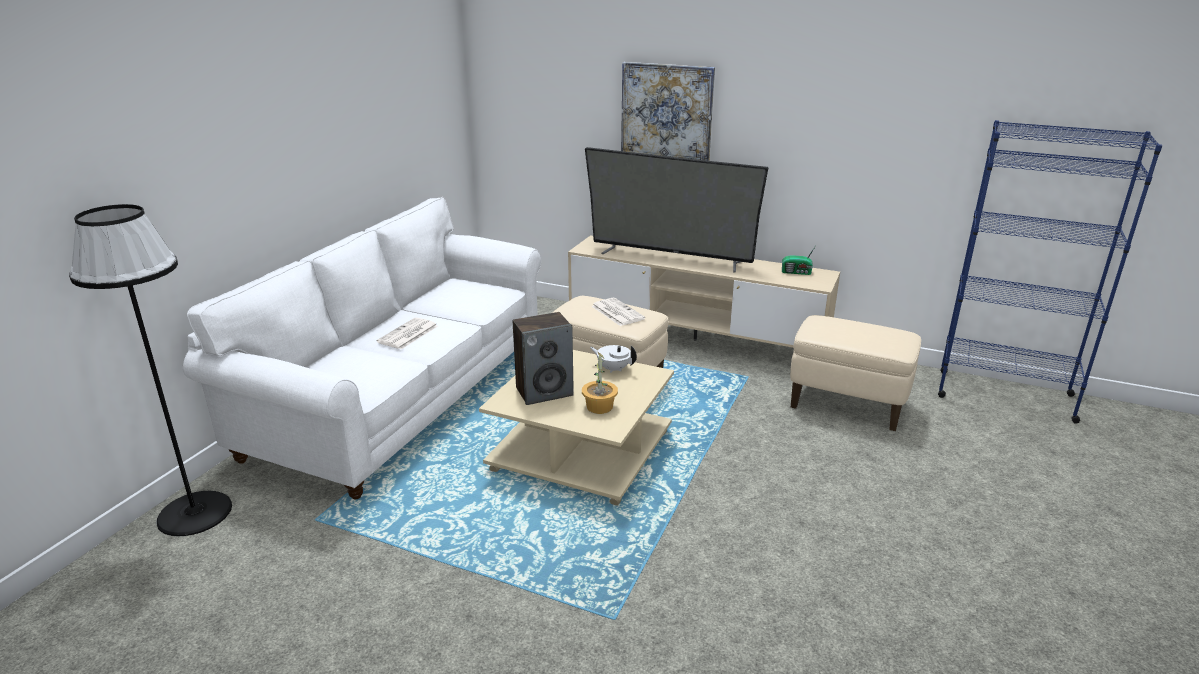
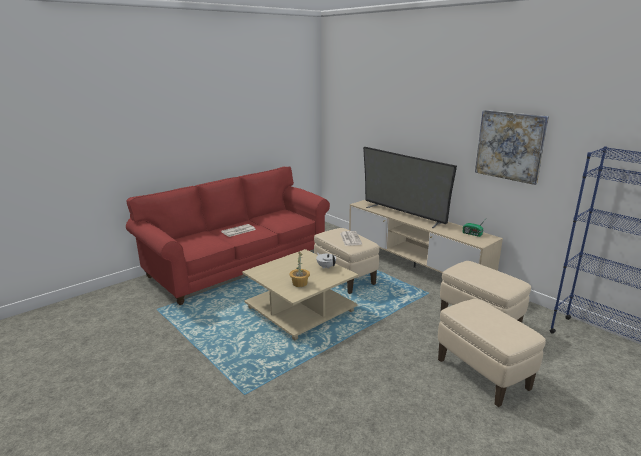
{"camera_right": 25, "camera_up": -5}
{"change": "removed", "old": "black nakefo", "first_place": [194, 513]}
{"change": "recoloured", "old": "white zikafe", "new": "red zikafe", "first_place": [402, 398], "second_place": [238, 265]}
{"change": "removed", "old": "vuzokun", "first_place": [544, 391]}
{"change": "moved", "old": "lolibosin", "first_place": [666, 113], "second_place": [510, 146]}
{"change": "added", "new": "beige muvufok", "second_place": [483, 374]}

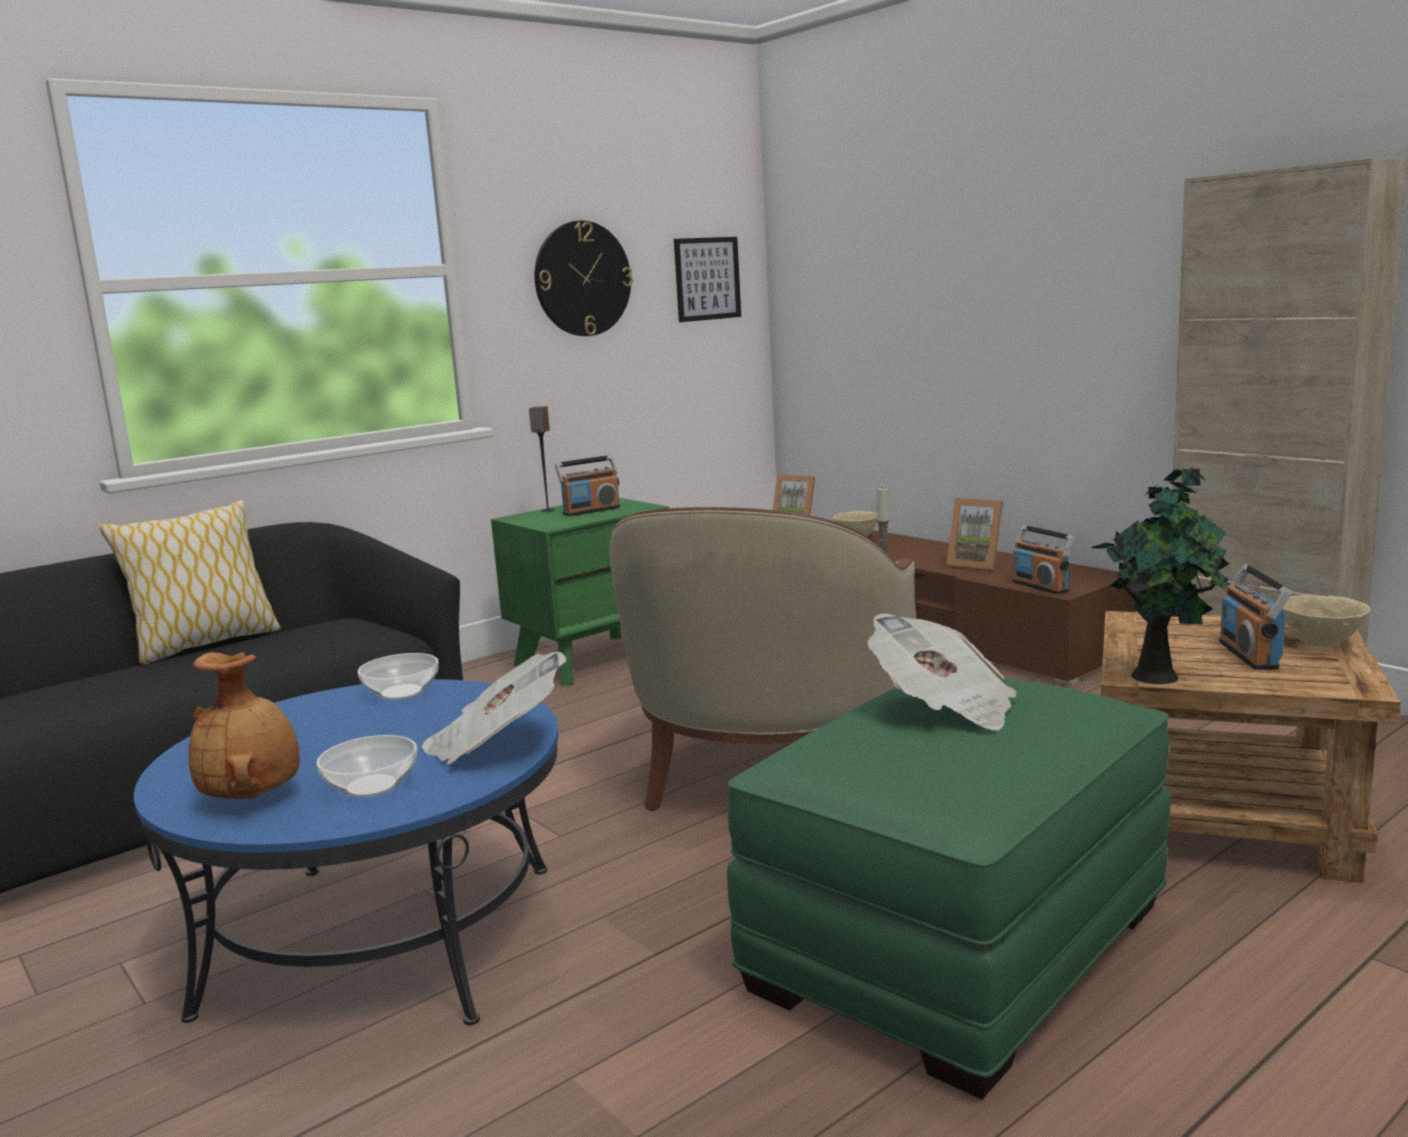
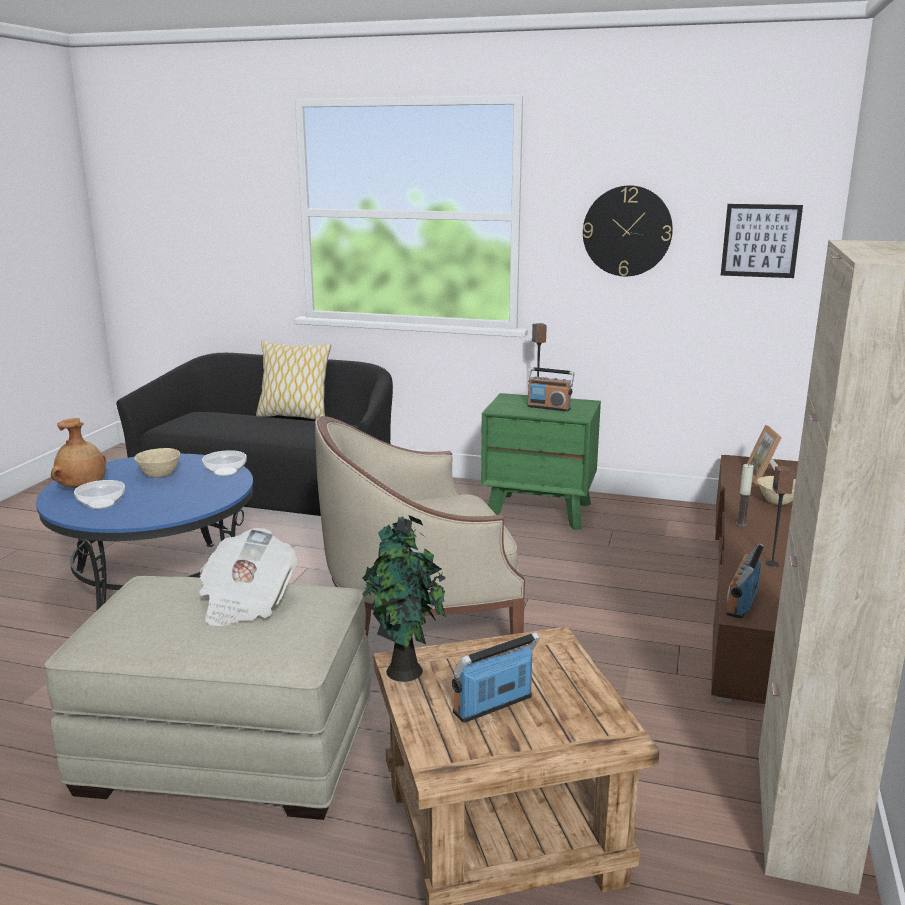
{"camera_right": 55, "camera_up": 5}
{"change": "removed", "old": "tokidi", "first_place": [496, 744]}
{"change": "recoloured", "old": "green muvufok", "new": "beige muvufok", "first_place": [958, 949], "second_place": [227, 750]}
{"change": "replaced", "old": "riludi", "new": "vuzokun", "first_place": [976, 564], "second_place": [772, 564]}
{"change": "moved", "old": "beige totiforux", "first_place": [1321, 644], "second_place": [159, 476]}

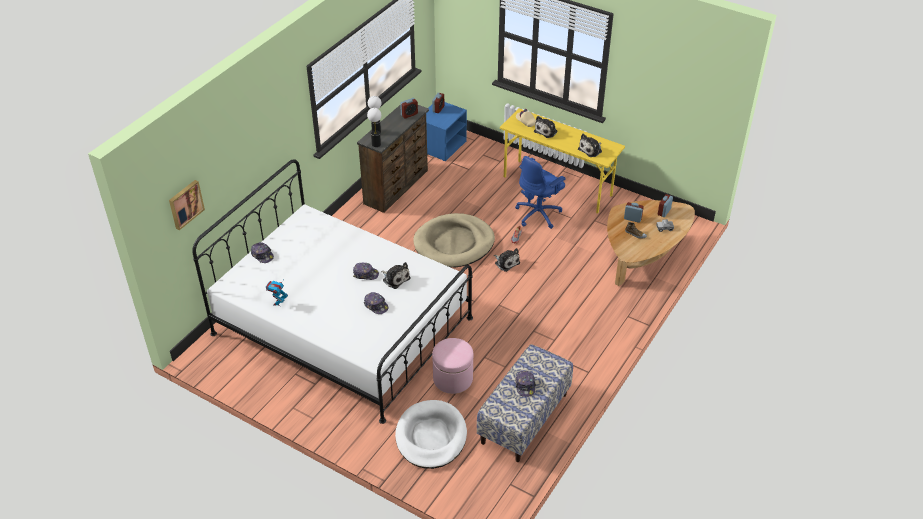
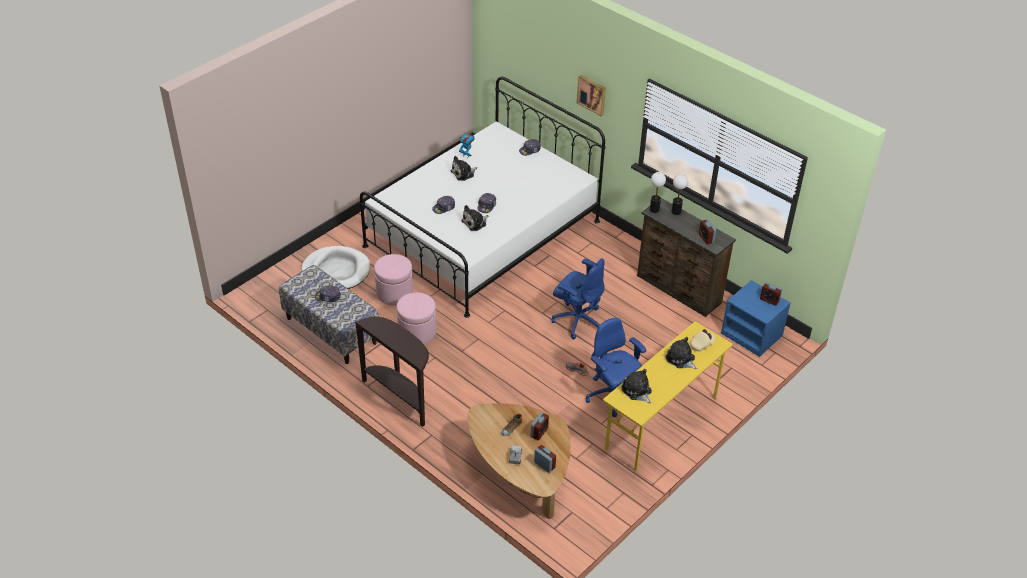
{"camera_right": 100, "camera_up": 0}
{"change": "moved", "old": "lolibosin", "first_place": [185, 204], "second_place": [592, 94]}
{"change": "replaced", "old": "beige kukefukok", "new": "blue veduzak", "first_place": [454, 243], "second_place": [577, 320]}
{"change": "moved", "old": "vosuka", "first_place": [506, 262], "second_place": [463, 173]}
{"change": "added", "new": "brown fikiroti", "second_place": [400, 397]}
{"change": "added", "new": "pink muvufok", "second_place": [417, 332]}

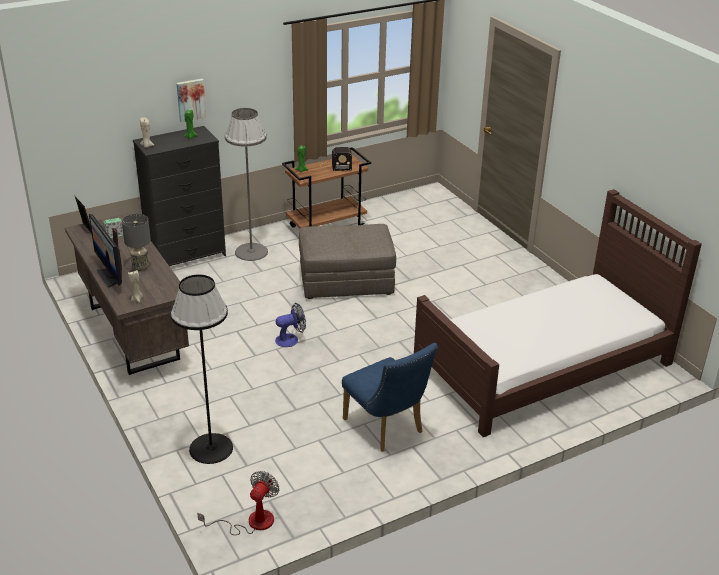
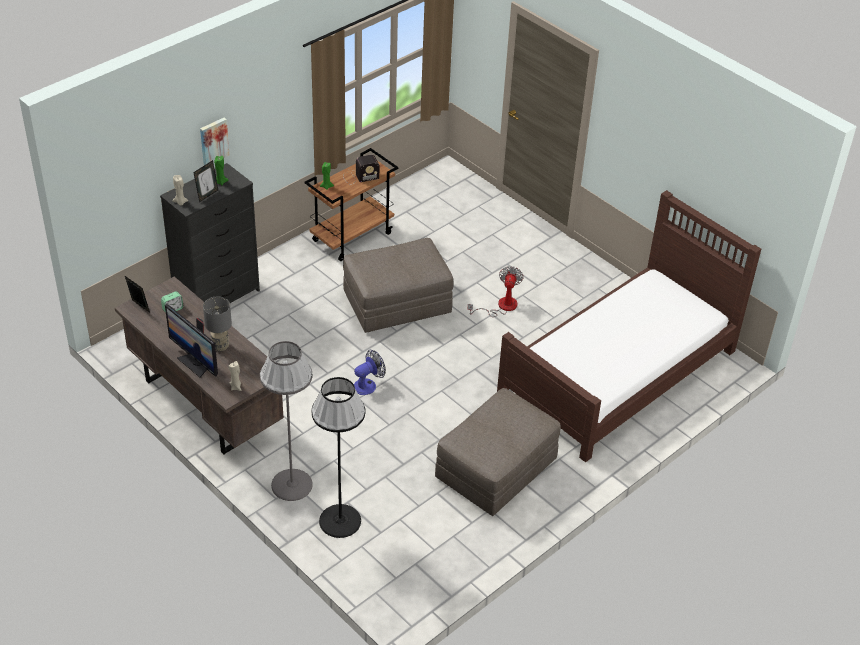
{"camera_right": -15, "camera_up": 10}
{"change": "moved", "old": "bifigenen", "first_place": [251, 522], "second_place": [501, 306]}
{"change": "moved", "old": "grey nakefo", "first_place": [251, 252], "second_place": [291, 485]}
{"change": "replaced", "old": "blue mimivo", "new": "grey muvufok", "first_place": [387, 429], "second_place": [496, 469]}
{"change": "added", "new": "riludi", "second_place": [207, 195]}

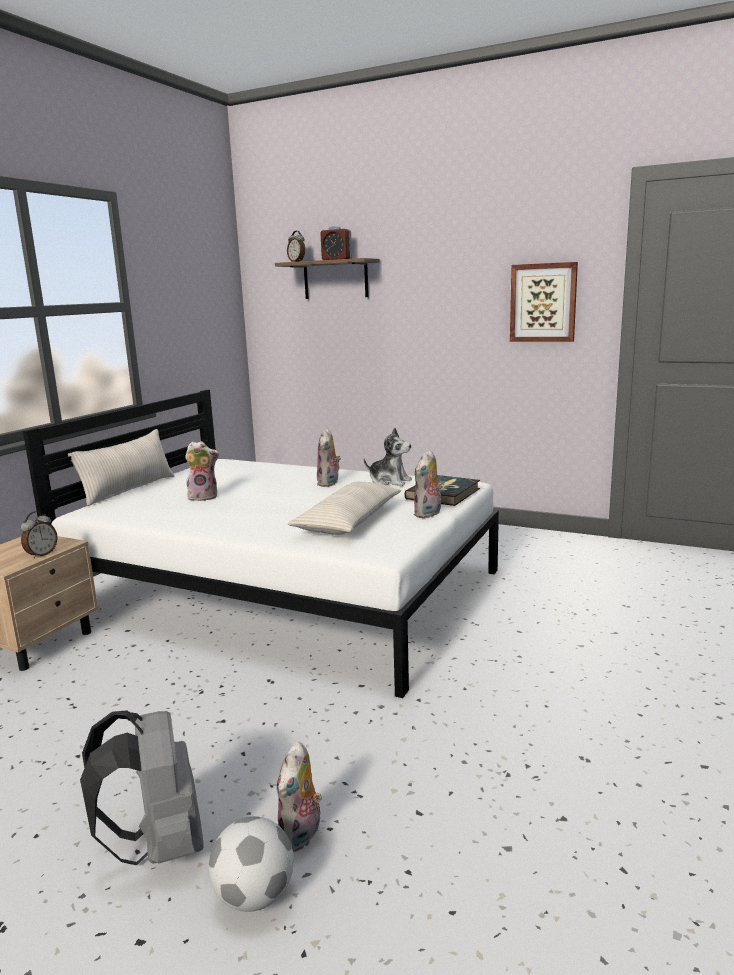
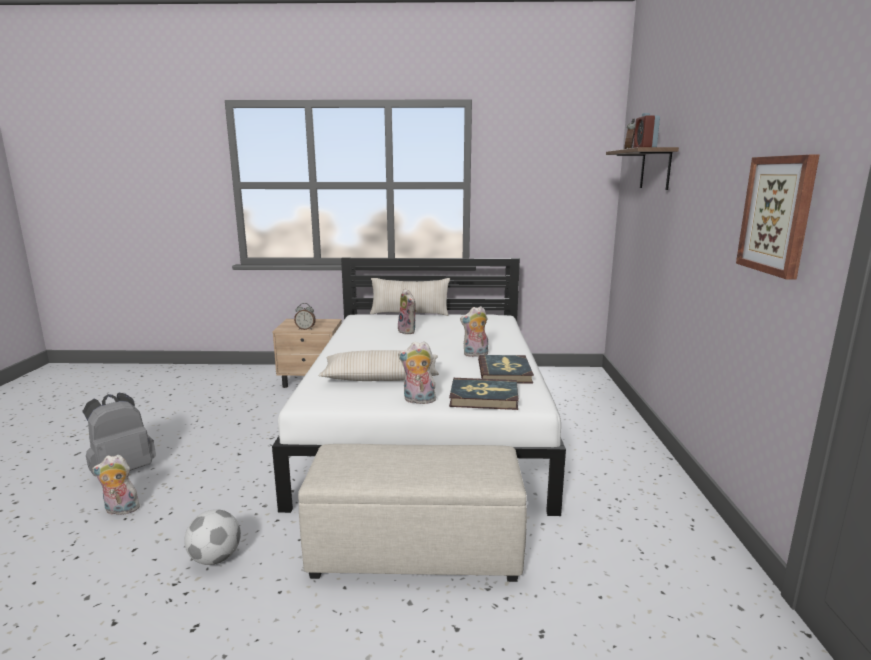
{"camera_right": 65, "camera_up": 0}
{"change": "moved", "old": "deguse", "first_place": [254, 896], "second_place": [215, 558]}
{"change": "replaced", "old": "vosuka", "new": "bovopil", "first_place": [389, 481], "second_place": [505, 372]}
{"change": "added", "new": "beige muvufok", "second_place": [417, 551]}

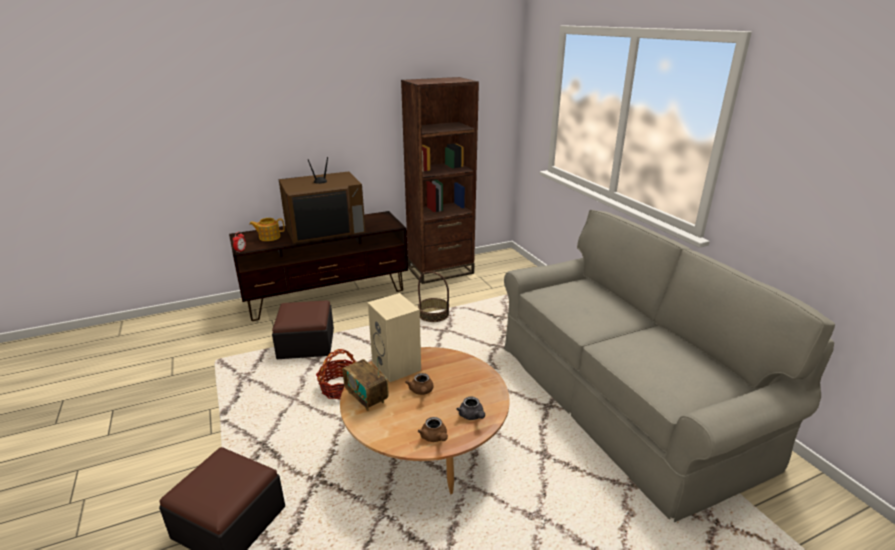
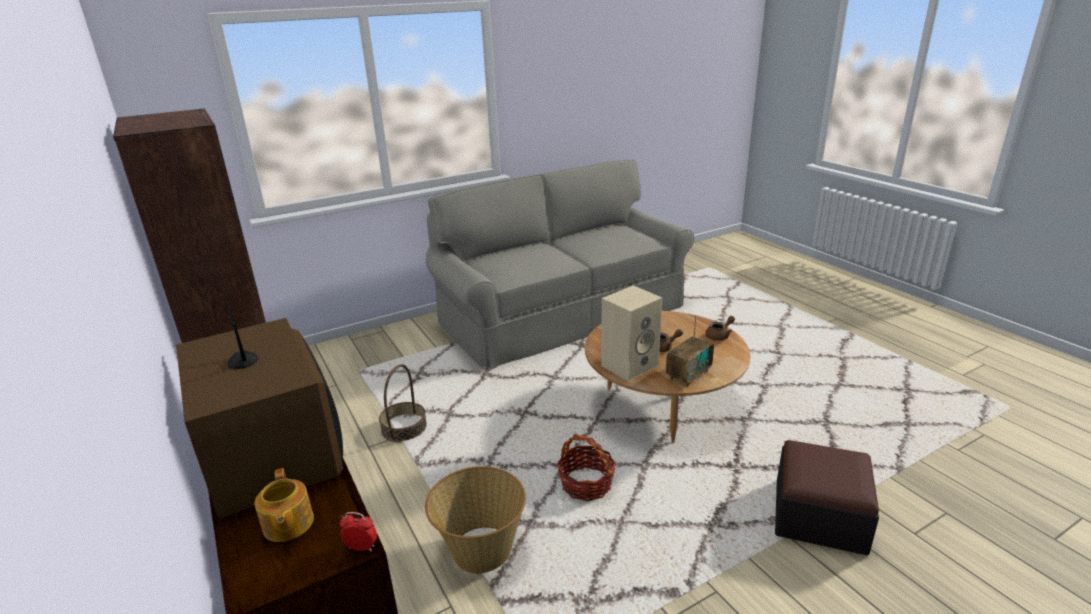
{"camera_right": -95, "camera_up": 0}
{"change": "replaced", "old": "muvufok", "new": "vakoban", "first_place": [306, 343], "second_place": [481, 551]}
{"change": "removed", "old": "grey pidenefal", "first_place": [472, 416]}

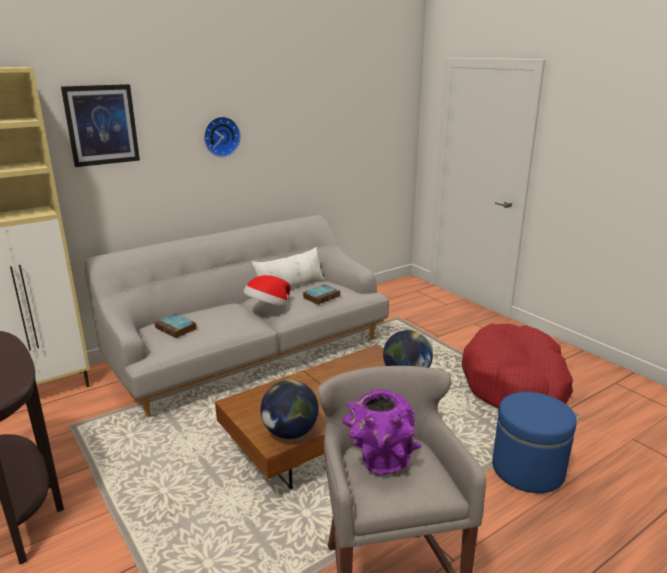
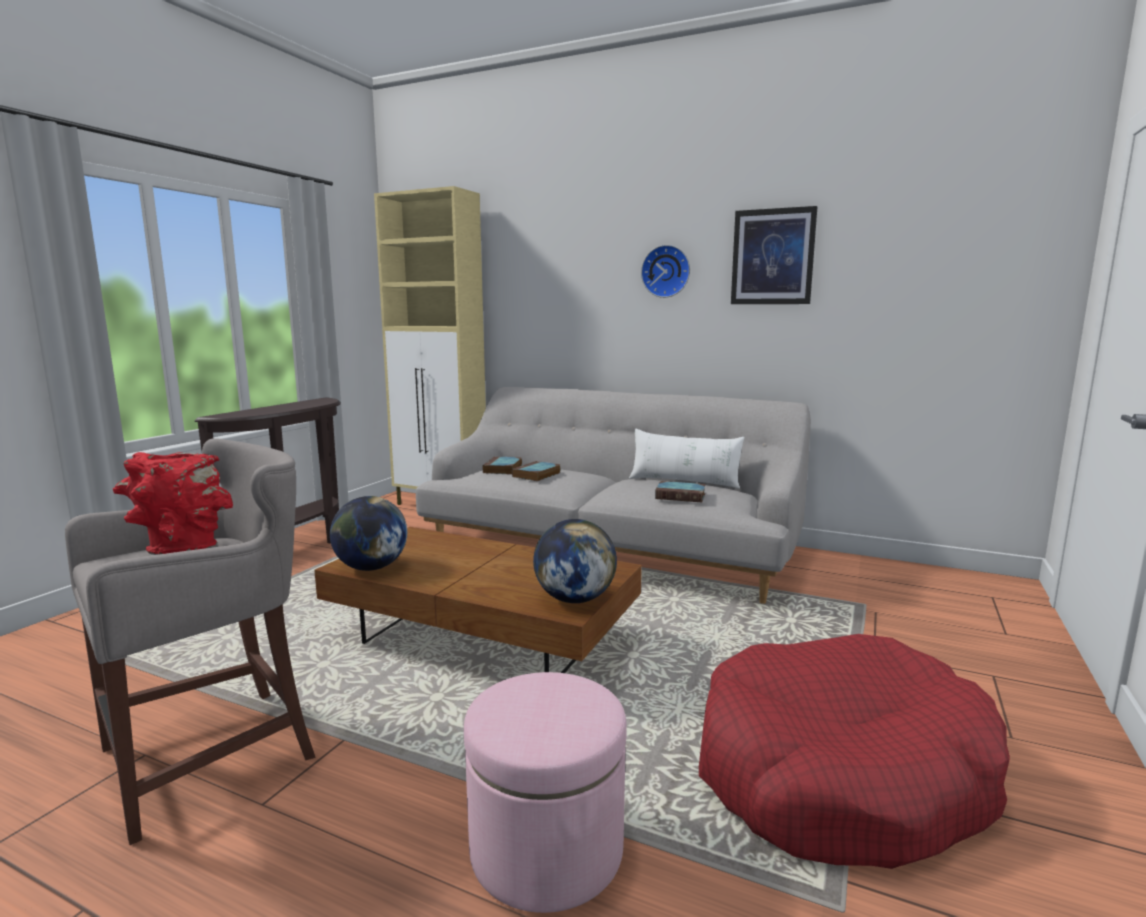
{"camera_right": 60, "camera_up": -10}
{"change": "moved", "old": "lolibosin", "first_place": [101, 125], "second_place": [772, 257]}
{"change": "removed", "old": "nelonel", "first_place": [267, 307]}
{"change": "recoloured", "old": "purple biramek", "new": "red biramek", "first_place": [379, 464], "second_place": [181, 550]}
{"change": "recoloured", "old": "blue muvufok", "new": "pink muvufok", "first_place": [527, 469], "second_place": [546, 848]}
{"change": "added", "new": "bovopil", "second_place": [536, 475]}

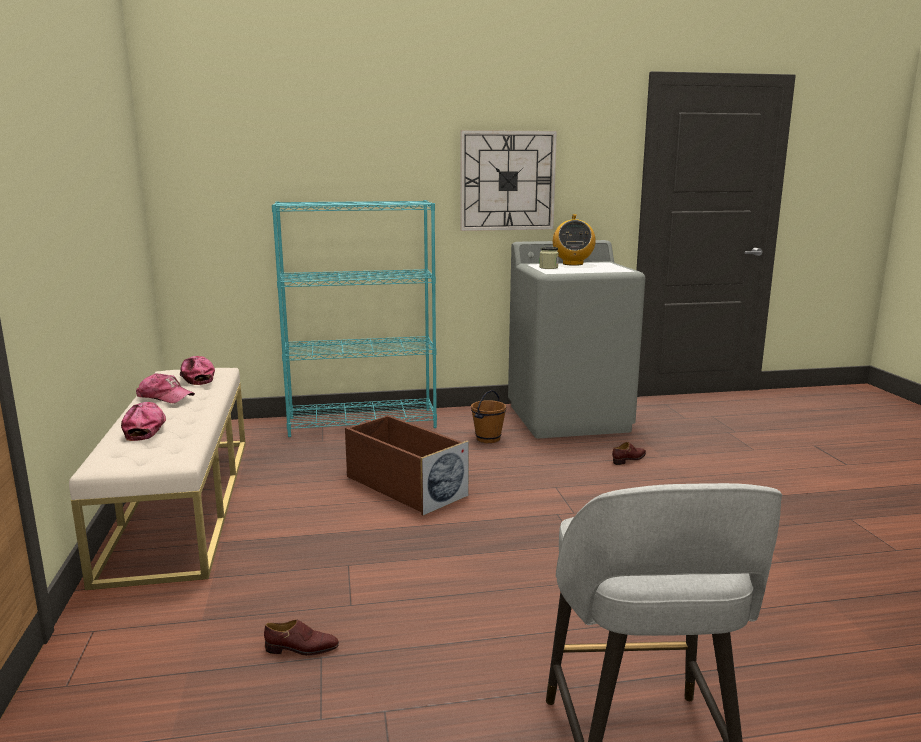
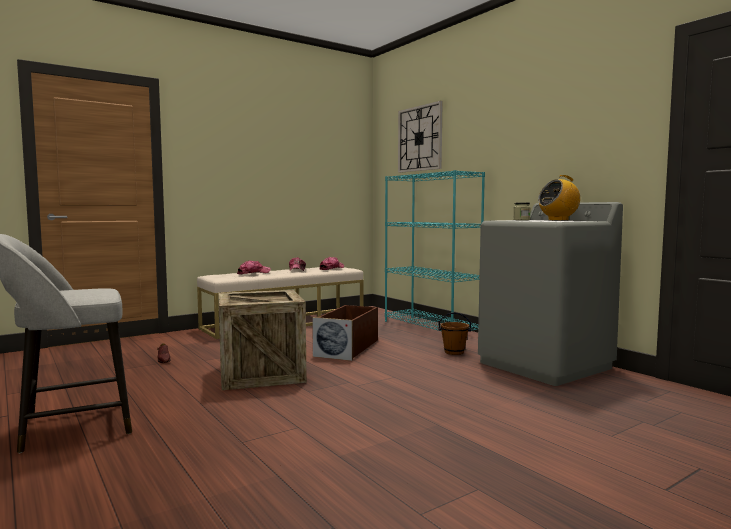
{"camera_right": 65, "camera_up": -10}
{"change": "moved", "old": "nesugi", "first_place": [507, 181], "second_place": [420, 138]}
{"change": "removed", "old": "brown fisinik", "first_place": [629, 459]}
{"change": "added", "new": "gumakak", "second_place": [261, 374]}

